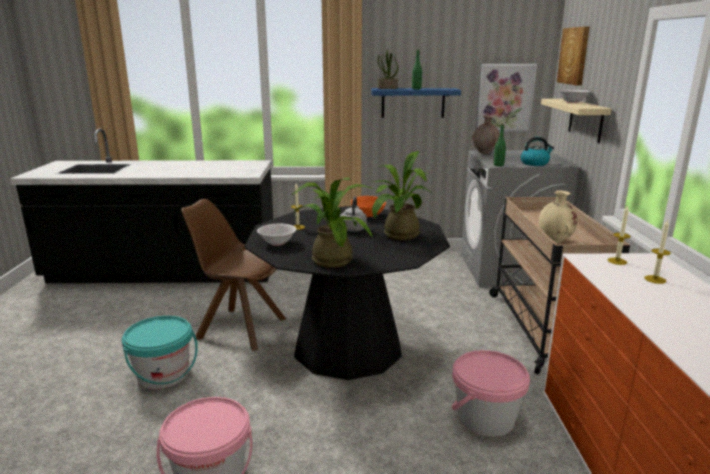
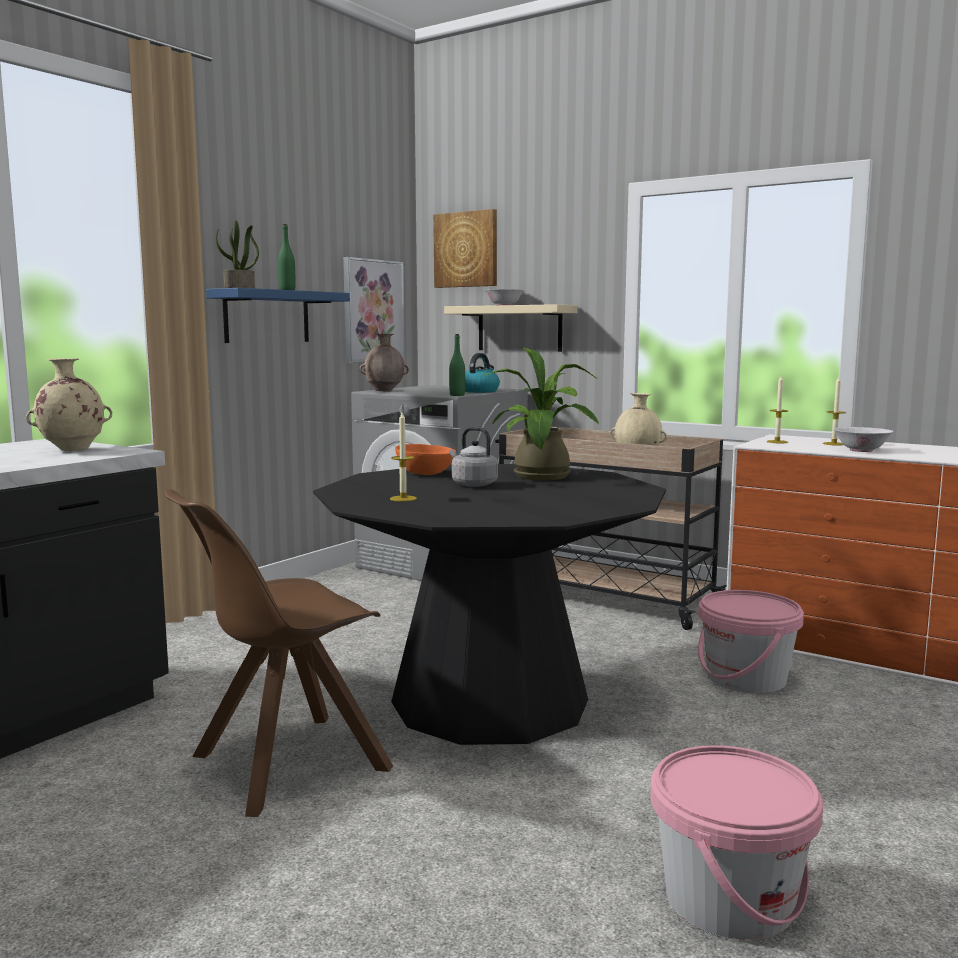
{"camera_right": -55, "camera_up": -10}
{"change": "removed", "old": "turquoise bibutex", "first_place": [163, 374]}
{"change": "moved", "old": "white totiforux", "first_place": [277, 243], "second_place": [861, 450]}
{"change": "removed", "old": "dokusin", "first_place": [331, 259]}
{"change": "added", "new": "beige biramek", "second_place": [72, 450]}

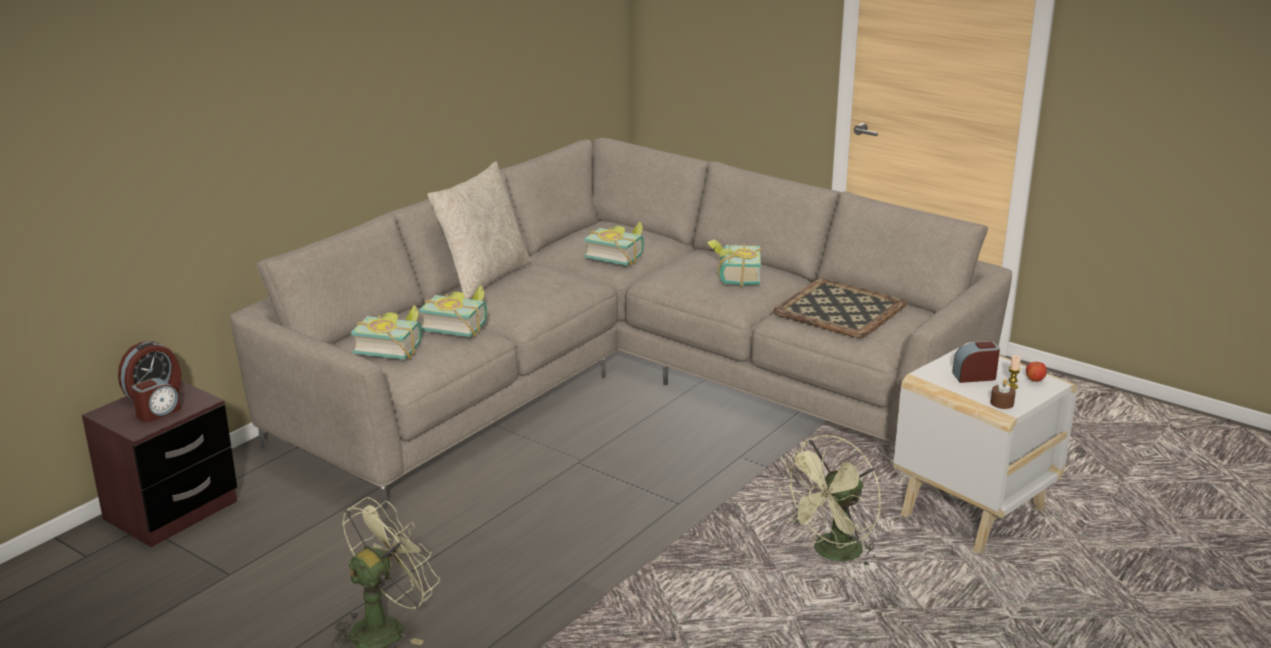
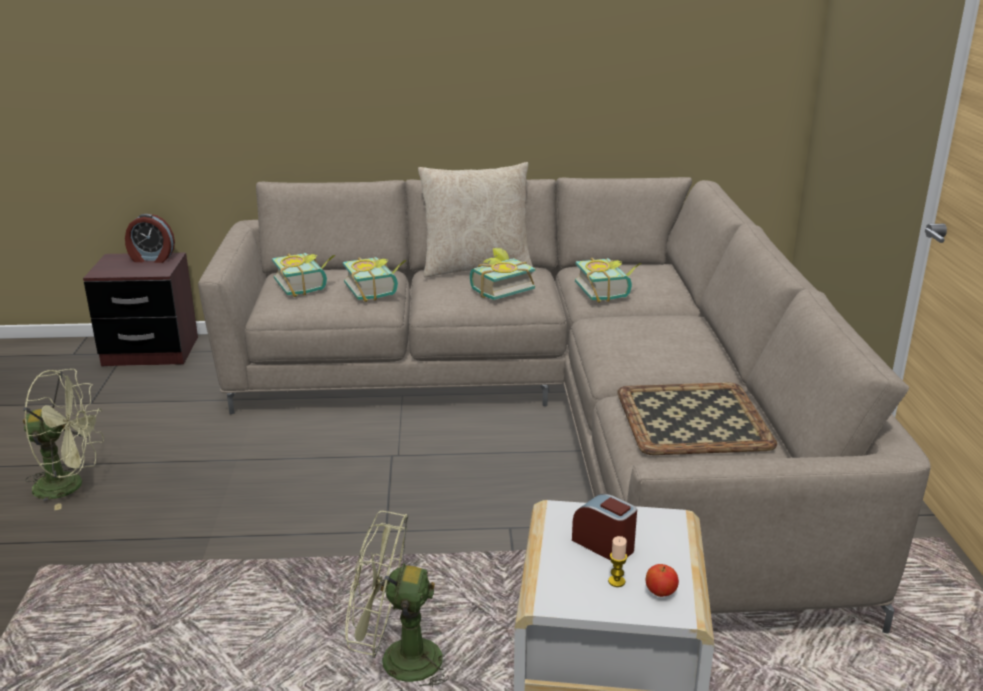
{"camera_right": 50, "camera_up": 0}
{"change": "removed", "old": "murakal", "first_place": [158, 413]}
{"change": "moved", "old": "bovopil", "first_place": [733, 277], "second_place": [498, 289]}
{"change": "removed", "old": "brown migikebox", "first_place": [1002, 403]}

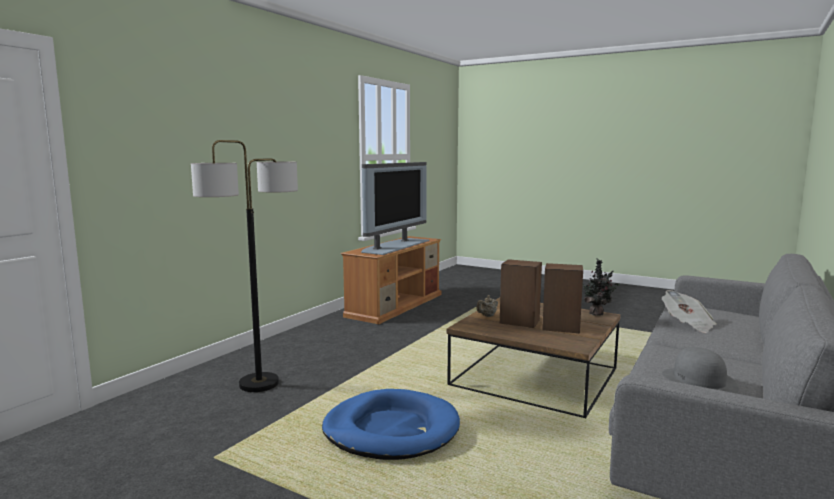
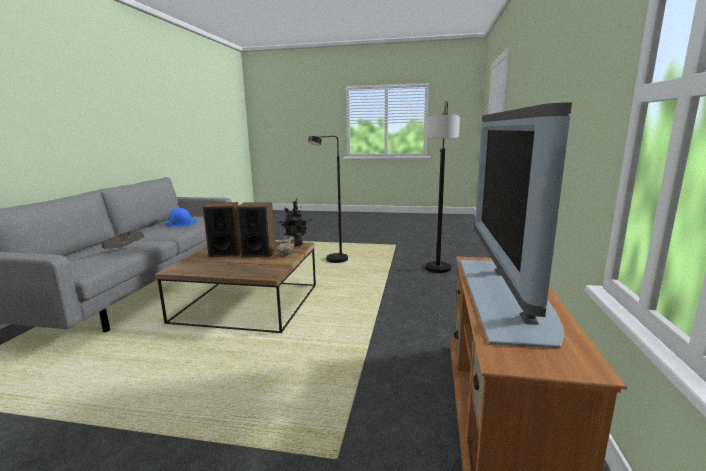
{"camera_right": 160, "camera_up": 5}
{"change": "replaced", "old": "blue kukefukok", "new": "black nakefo", "first_place": [391, 430], "second_place": [332, 261]}
{"change": "moved", "old": "dokusin", "first_place": [597, 314], "second_place": [296, 244]}
{"change": "recoloured", "old": "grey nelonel", "new": "blue nelonel", "first_place": [699, 381], "second_place": [180, 223]}

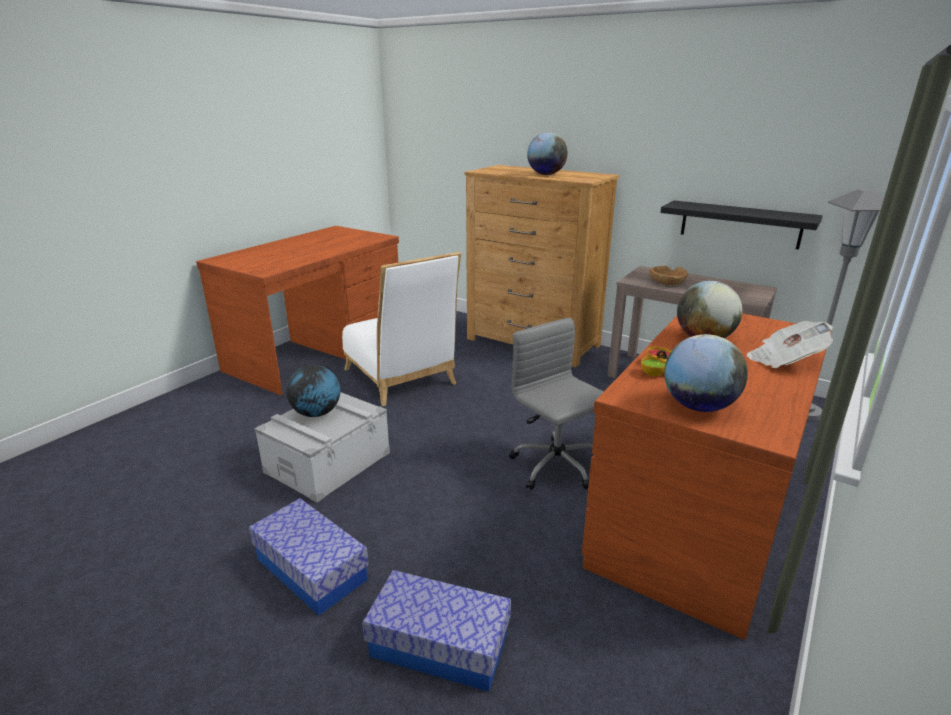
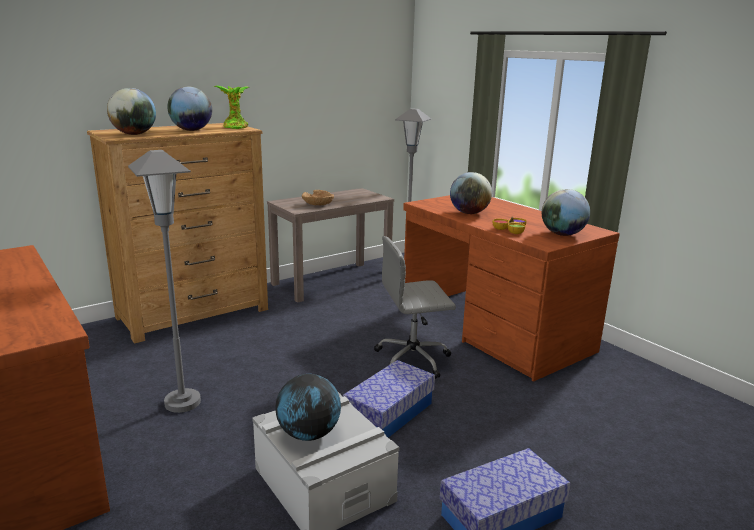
{"camera_right": -70, "camera_up": -5}
{"change": "replaced", "old": "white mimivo", "new": "grey nakefo", "first_place": [402, 379], "second_place": [182, 402]}
{"change": "moved", "old": "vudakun", "first_place": [439, 645], "second_place": [389, 413]}
{"change": "removed", "old": "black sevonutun", "first_place": [740, 224]}
{"change": "removed", "old": "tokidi", "first_place": [784, 361]}
{"change": "added", "new": "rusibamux", "second_place": [134, 134]}
{"change": "added", "new": "dokusin", "second_place": [235, 127]}

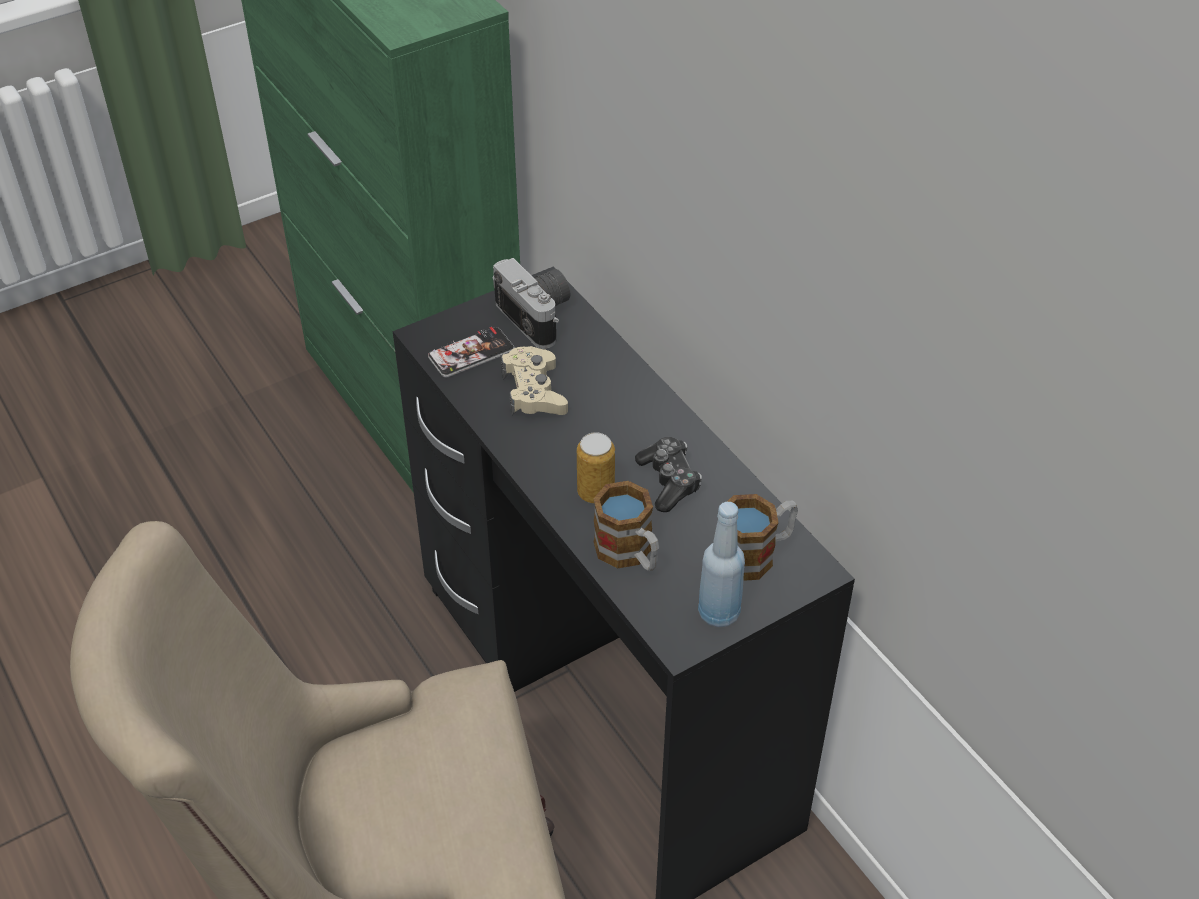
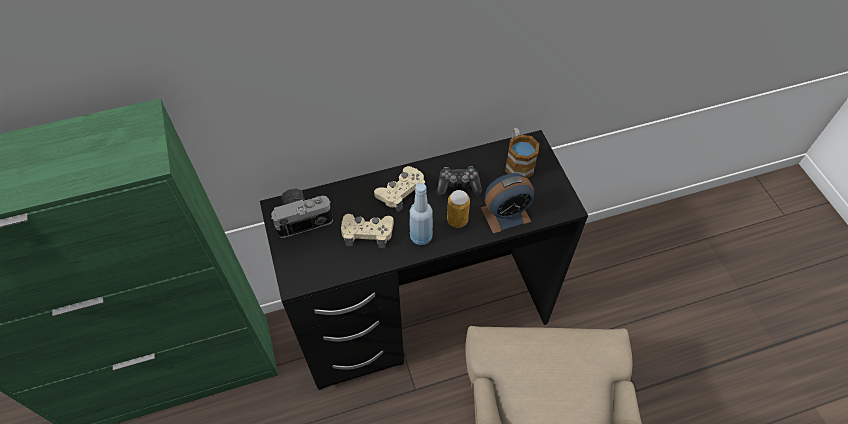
{"camera_right": -75, "camera_up": 10}
{"change": "removed", "old": "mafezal", "first_place": [471, 353]}
{"change": "replaced", "old": "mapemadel", "new": "murakal", "first_place": [630, 554], "second_place": [505, 214]}
{"change": "moved", "old": "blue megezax", "first_place": [718, 613], "second_place": [421, 236]}
{"change": "added", "new": "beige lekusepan", "second_place": [401, 192]}

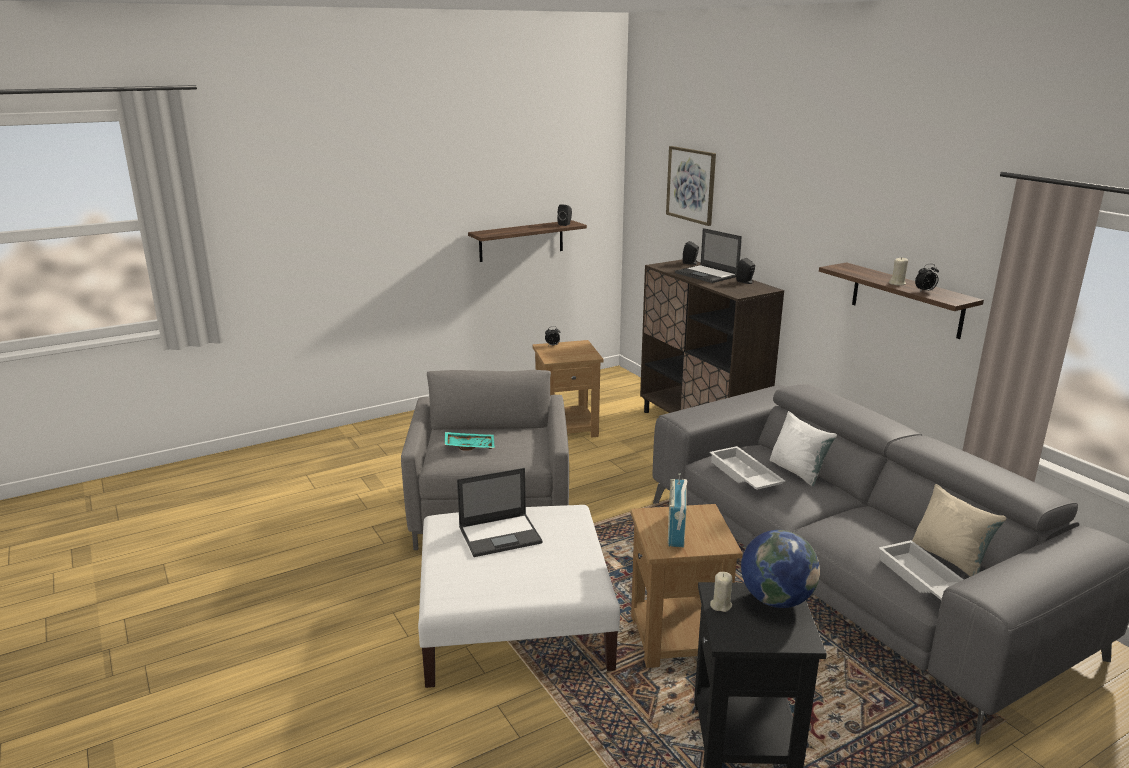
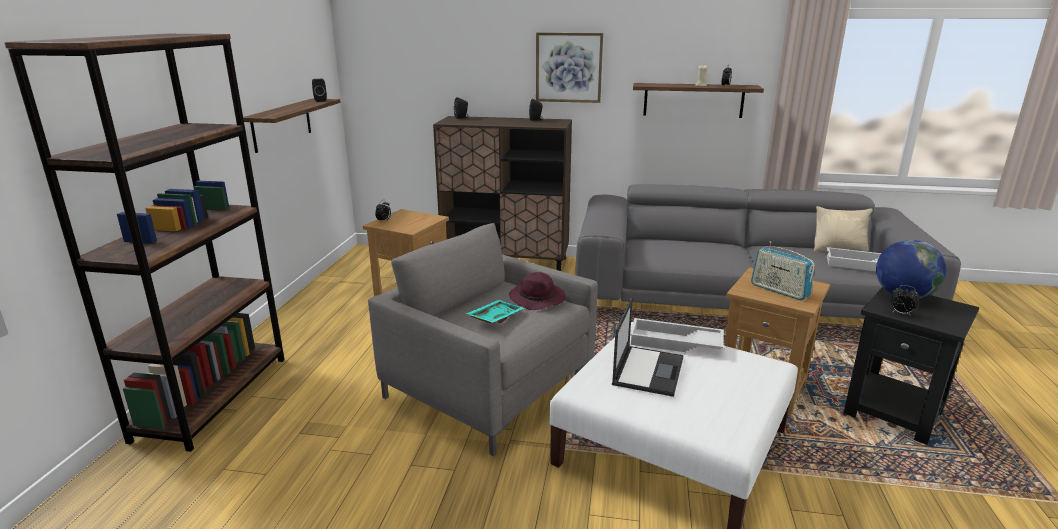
{"camera_right": -50, "camera_up": 0}
{"change": "moved", "old": "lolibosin", "first_place": [691, 185], "second_place": [568, 67]}
{"change": "removed", "old": "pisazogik", "first_place": [707, 274]}
{"change": "moved", "old": "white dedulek", "first_place": [743, 475], "second_place": [674, 343]}
{"change": "replaced", "old": "beige migikebox", "new": "murakal", "first_place": [720, 605], "second_place": [900, 314]}
{"change": "removed", "old": "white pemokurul", "first_place": [797, 471]}
{"change": "added", "new": "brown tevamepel", "second_place": [213, 397]}
{"change": "added", "new": "purple nelonel", "second_place": [538, 299]}

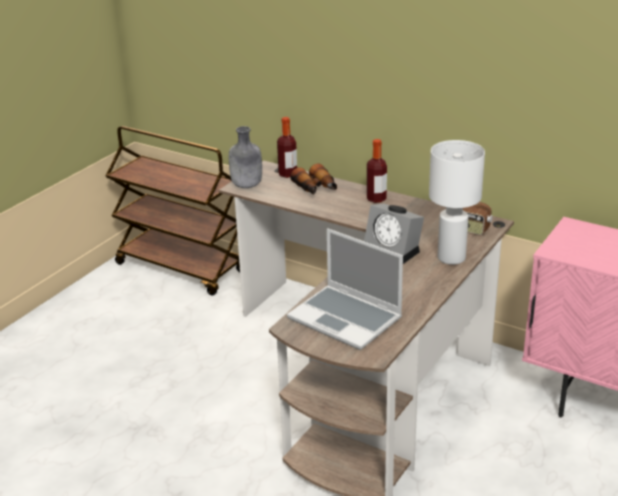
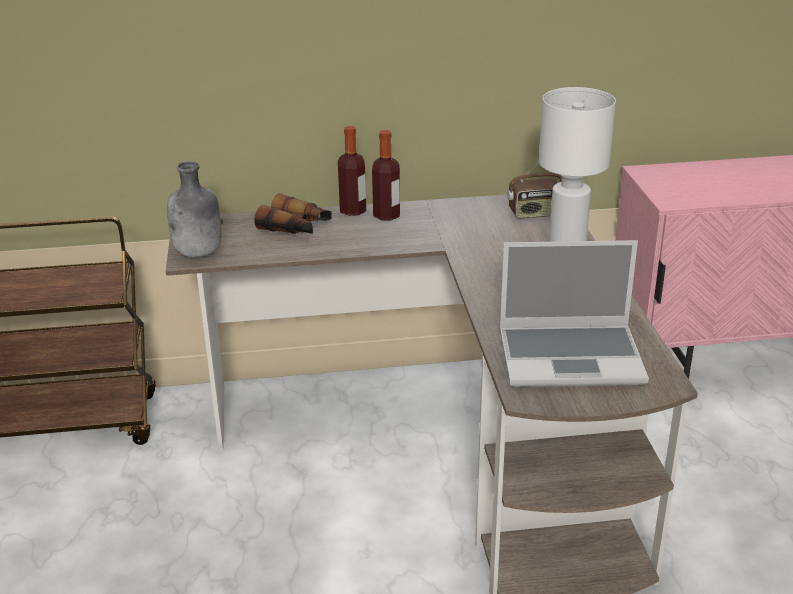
{"camera_right": -40, "camera_up": 0}
{"change": "moved", "old": "megezax", "first_place": [287, 174], "second_place": [353, 211]}
{"change": "removed", "old": "murakal", "first_place": [394, 250]}

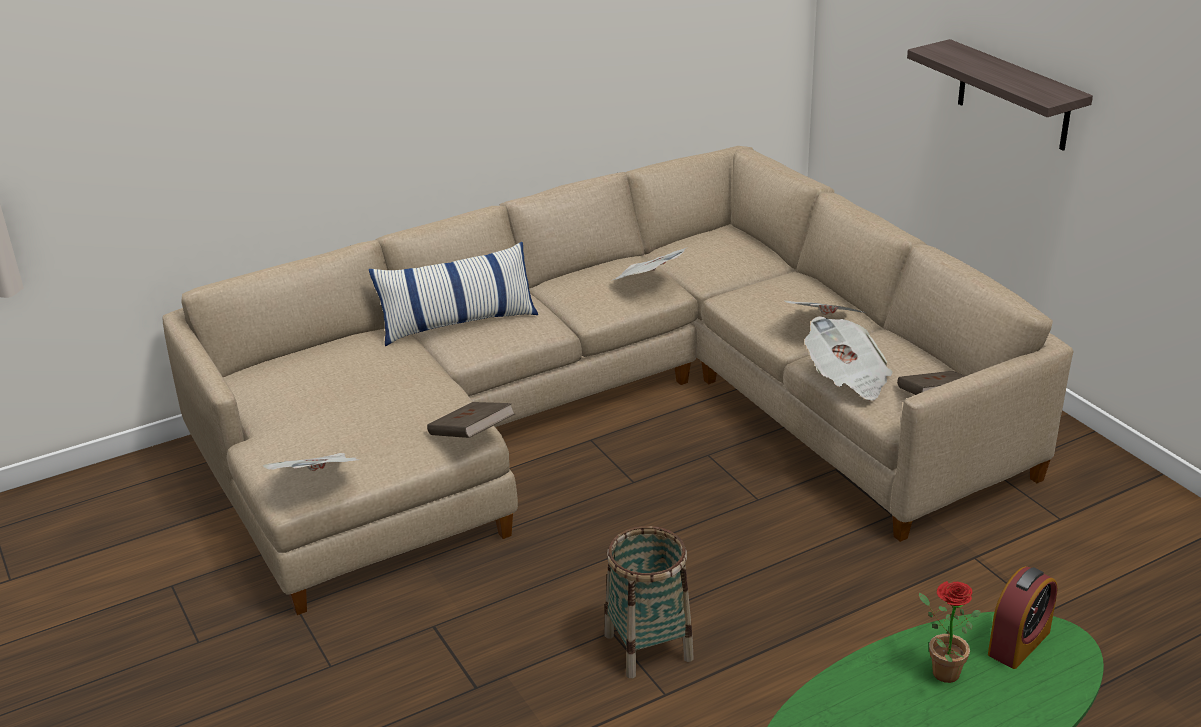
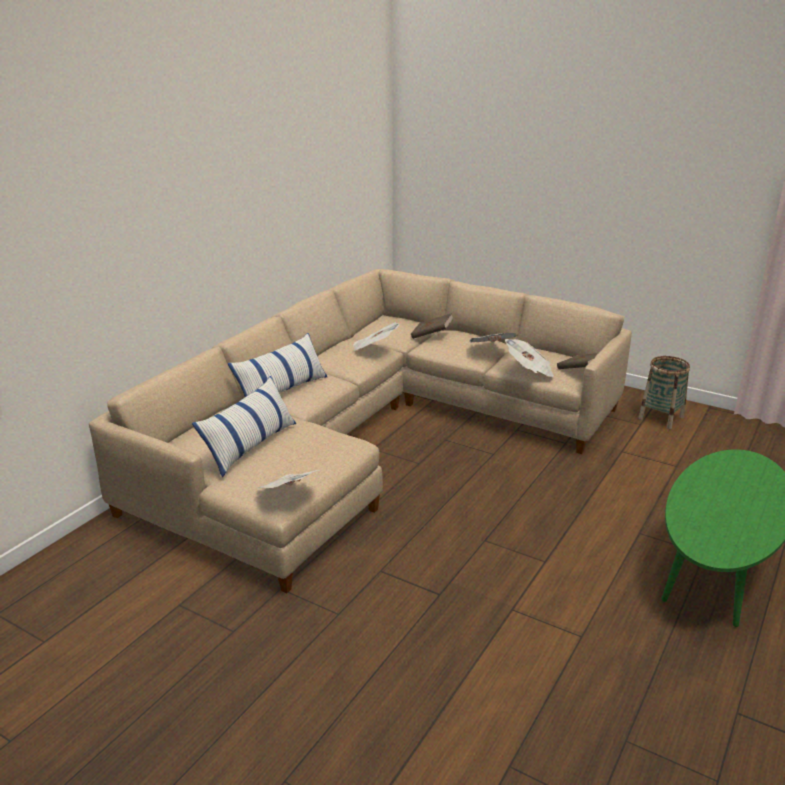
{"camera_right": -30, "camera_up": -5}
{"change": "moved", "old": "brown bovopil", "first_place": [471, 436], "second_place": [432, 335]}
{"change": "moved", "old": "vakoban", "first_place": [648, 646], "second_place": [661, 418]}
{"change": "removed", "old": "sevonutun", "first_place": [1013, 96]}
{"change": "removed", "old": "dokusin", "first_place": [940, 670]}
{"change": "removed", "old": "murakal", "first_place": [1019, 643]}
{"change": "added", "new": "pemokurul", "second_place": [250, 446]}

